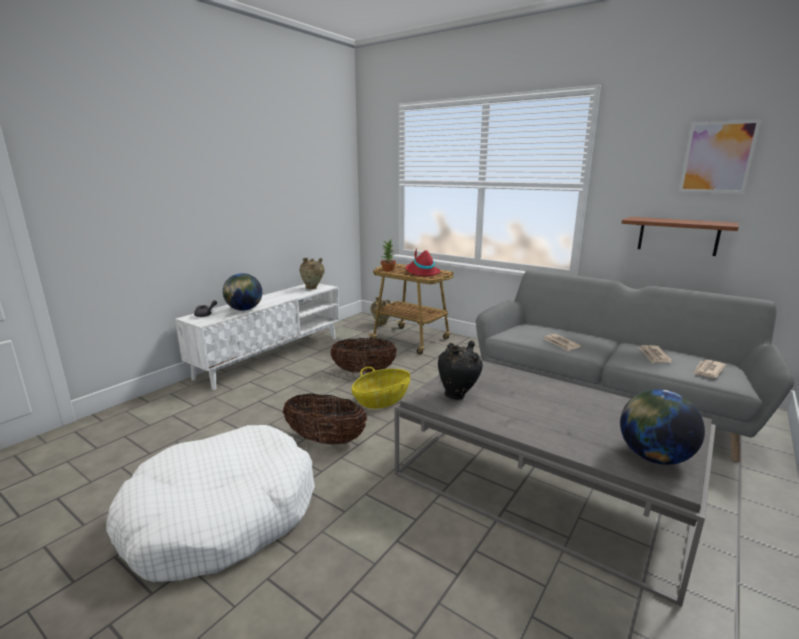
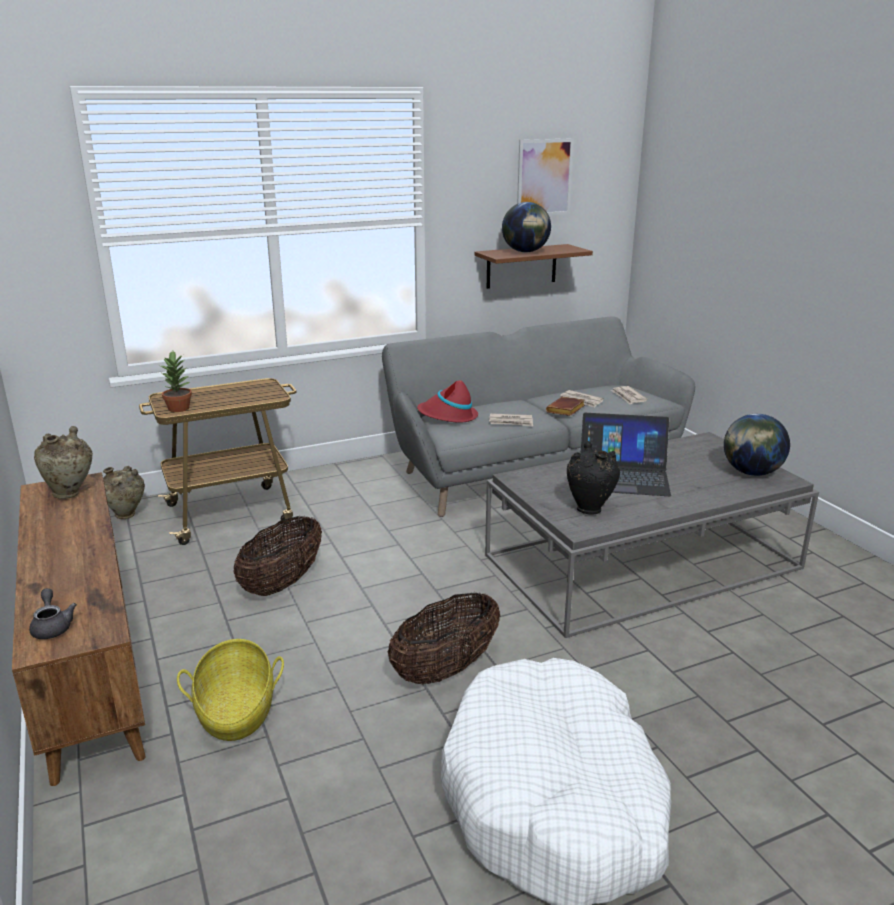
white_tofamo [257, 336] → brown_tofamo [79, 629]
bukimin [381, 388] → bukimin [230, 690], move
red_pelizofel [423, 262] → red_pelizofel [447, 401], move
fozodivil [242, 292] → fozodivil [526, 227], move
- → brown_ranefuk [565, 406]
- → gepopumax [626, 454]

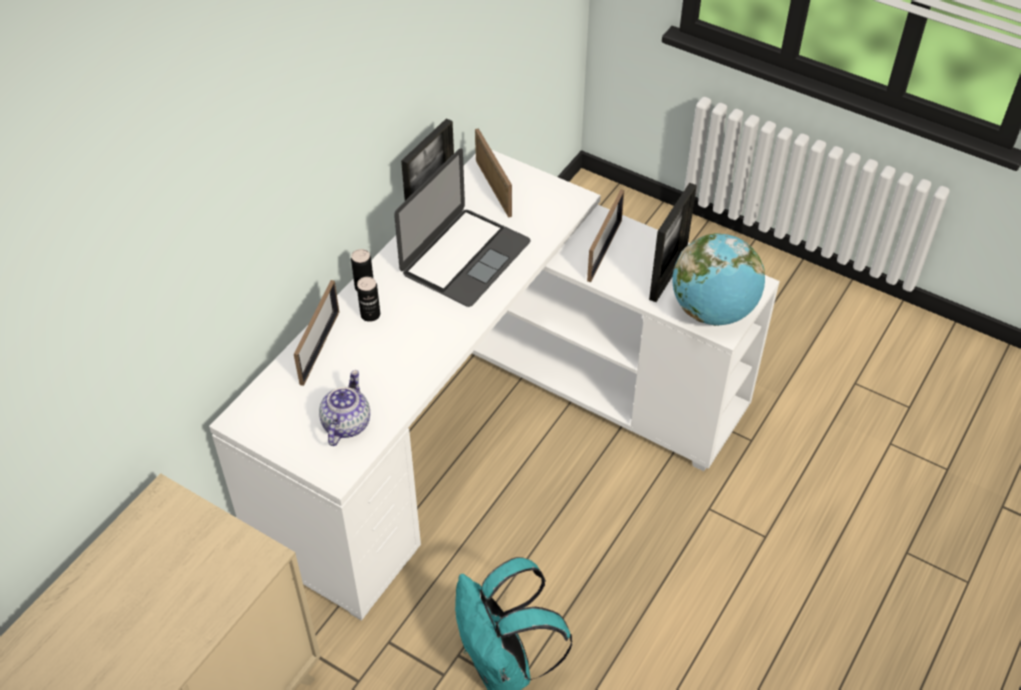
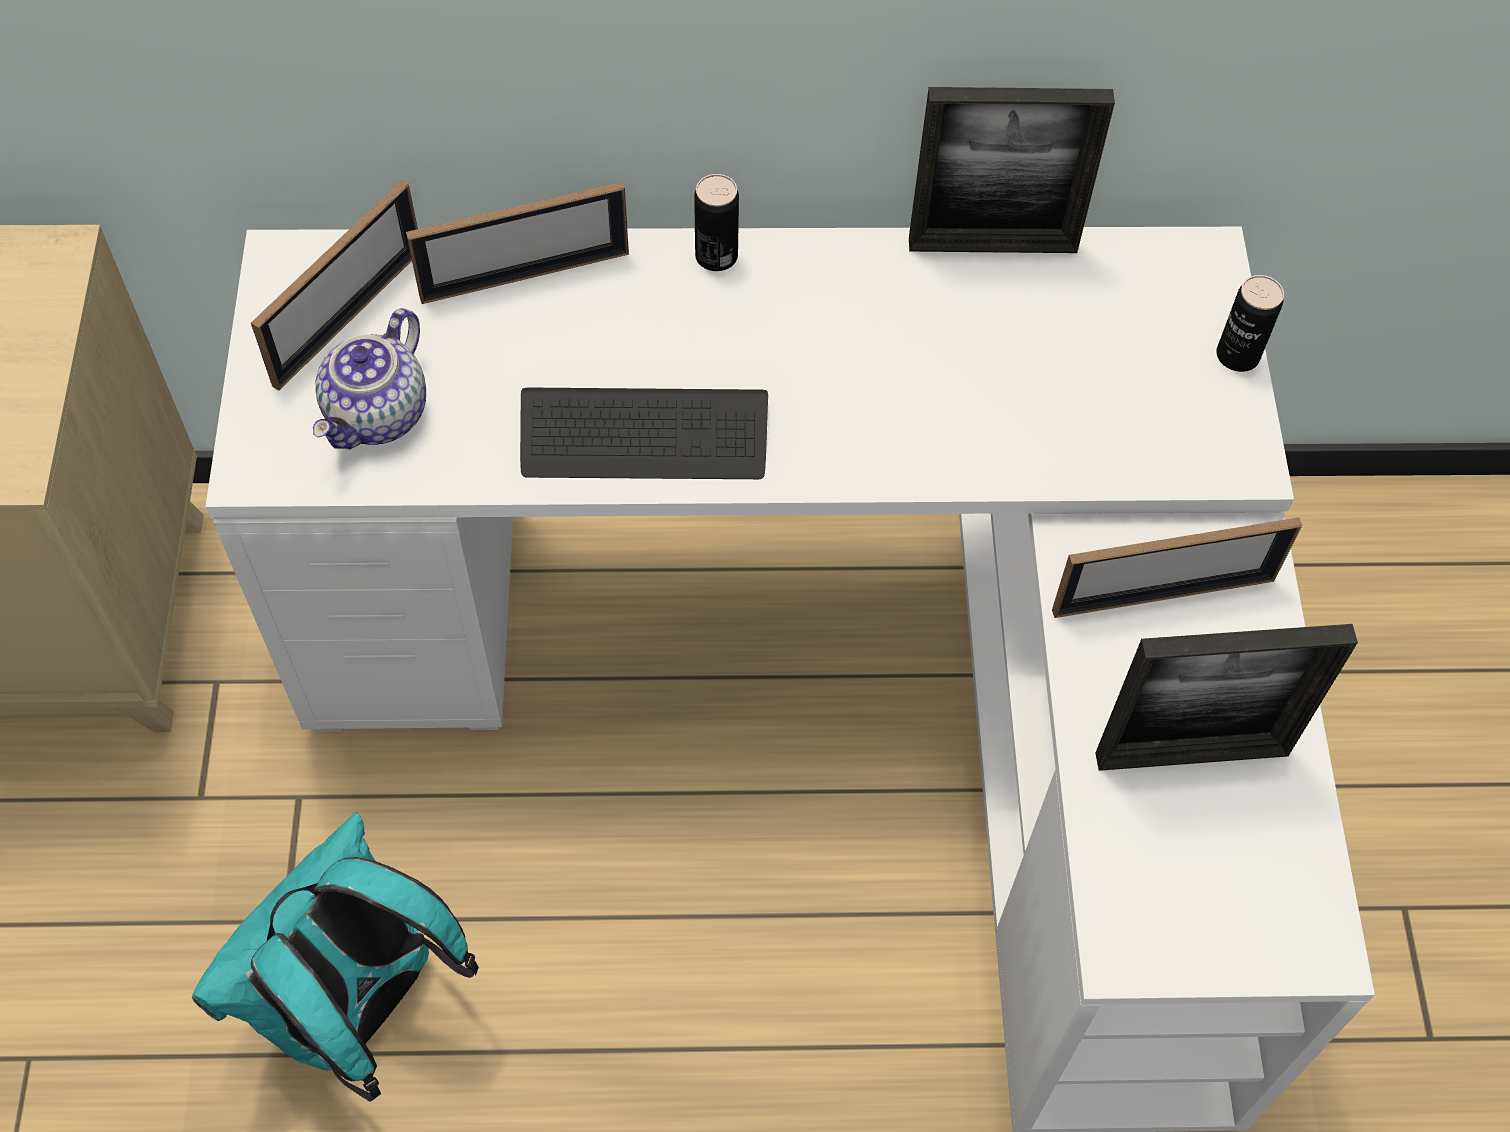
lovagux [493, 173] → lovagux [334, 285], move
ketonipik [344, 408] → ketonipik [369, 378], 135 degrees clockwise
- → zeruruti [644, 433]
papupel [368, 299] → papupel [1250, 323], move
gepopumax [462, 228] → -
fozodivil [719, 279] → -

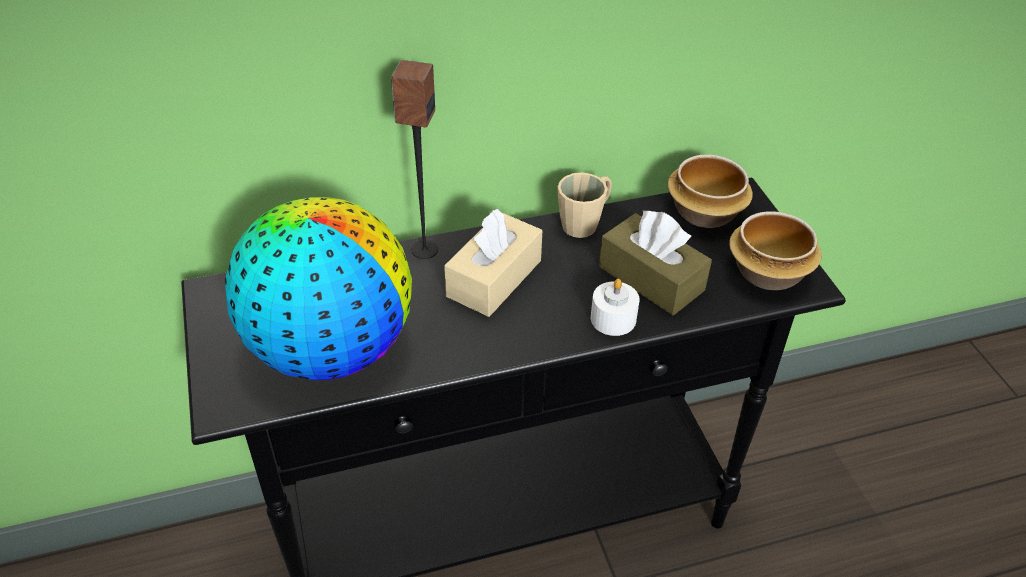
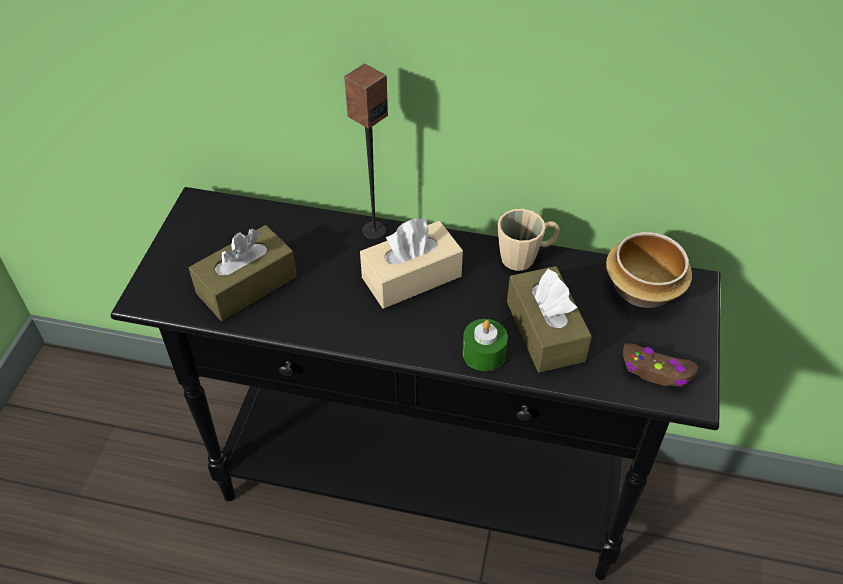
fozodivil [318, 288] → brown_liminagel [243, 273]
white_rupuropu [615, 307] → green_rupuropu [485, 345]
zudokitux [775, 250] → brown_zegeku [660, 365]

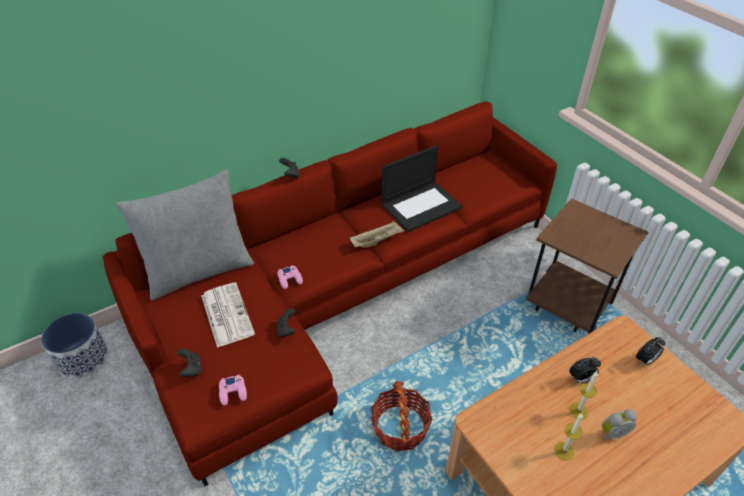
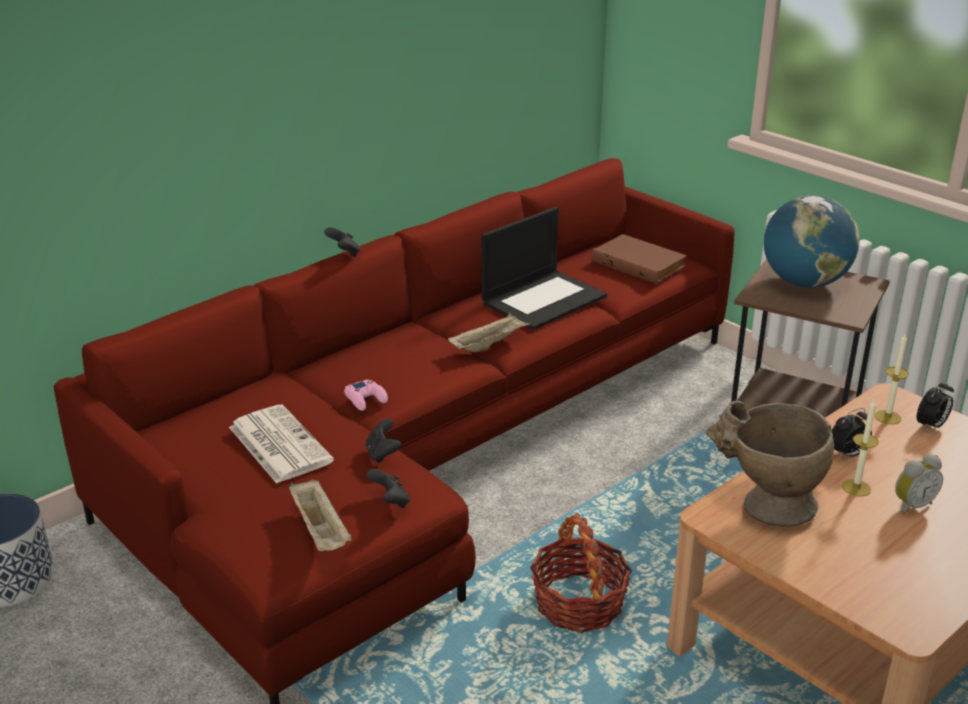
pink_zegeku [233, 390] → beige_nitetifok [320, 515]
black_zegeku [189, 363] → black_zegeku [388, 488], move
- → brown_ranefuk [639, 259]
- → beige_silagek [770, 463]
- → fozodivil [811, 241]
rupuropu [568, 437] → rupuropu [892, 379], move
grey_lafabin [185, 234] → -

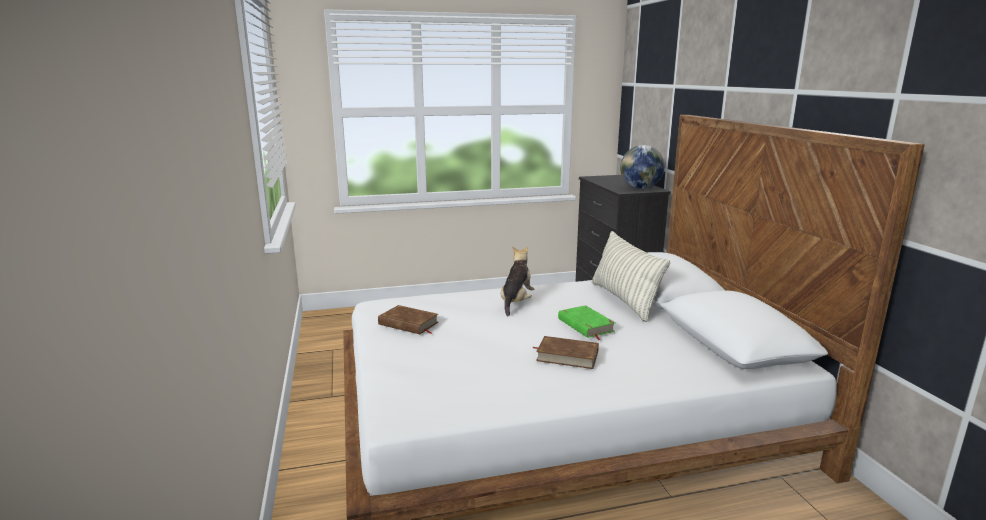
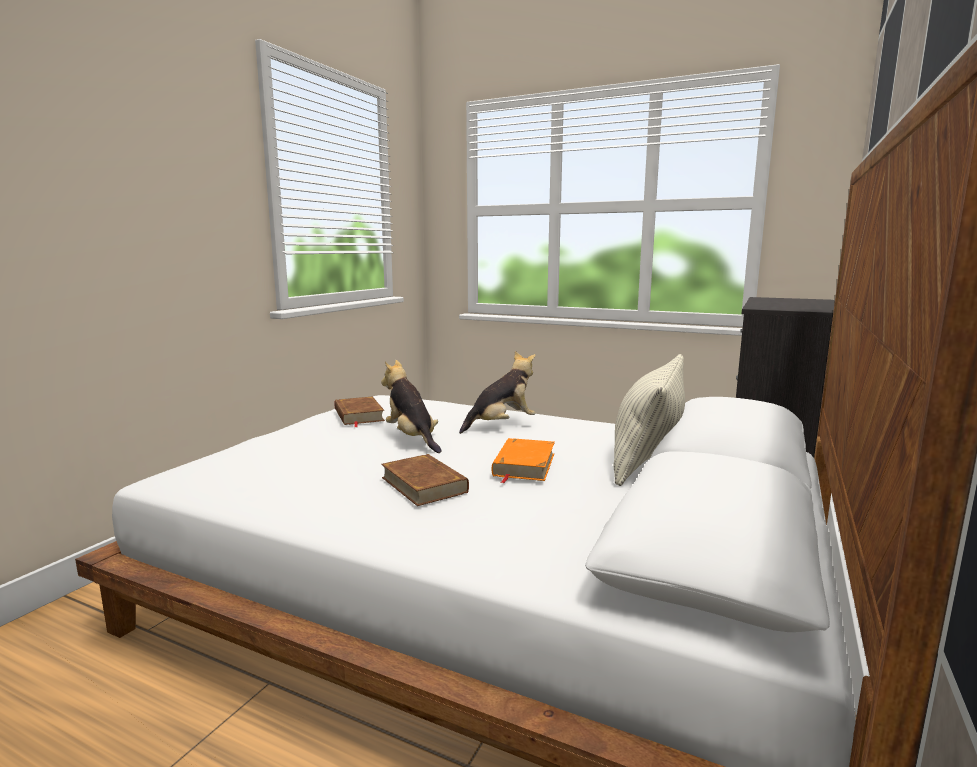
- → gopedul [411, 406]
green_ranefuk [586, 322] → orange_ranefuk [523, 460]
fozodivil [642, 167] → -

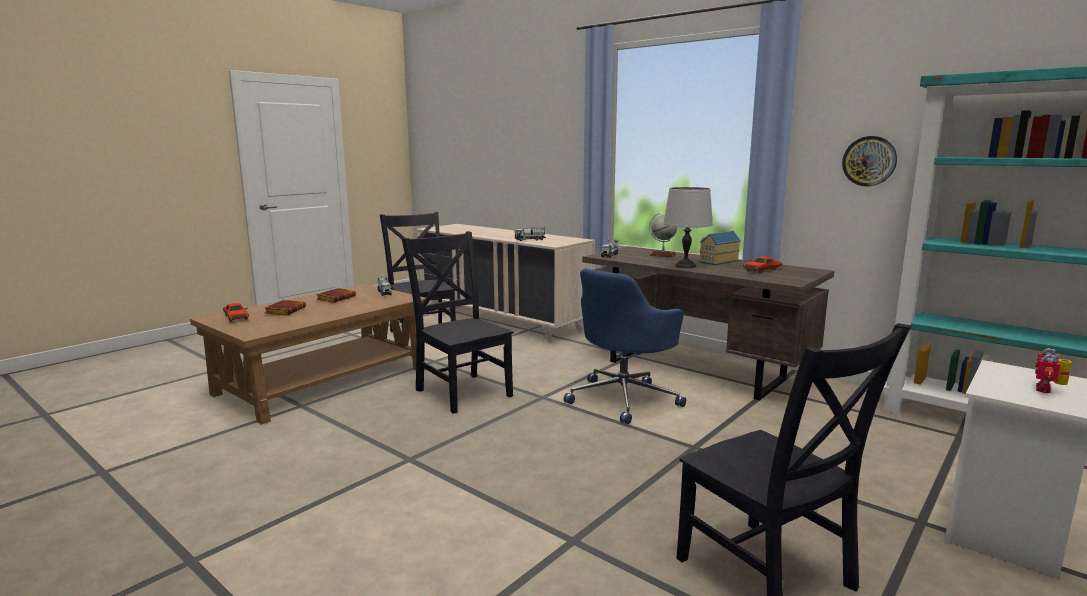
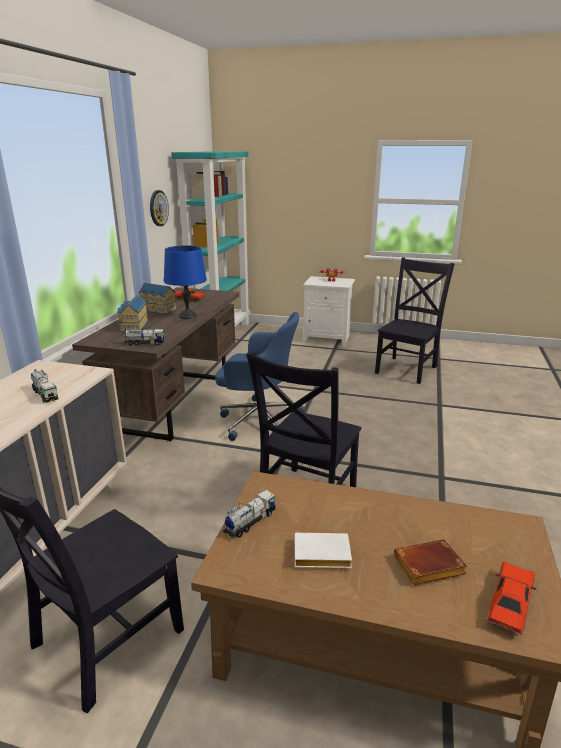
fozodivil [663, 235] → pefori [132, 313]
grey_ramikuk [688, 227] → blue_ramikuk [185, 282]
brown_ranefuk [336, 295] → white_ranefuk [323, 550]

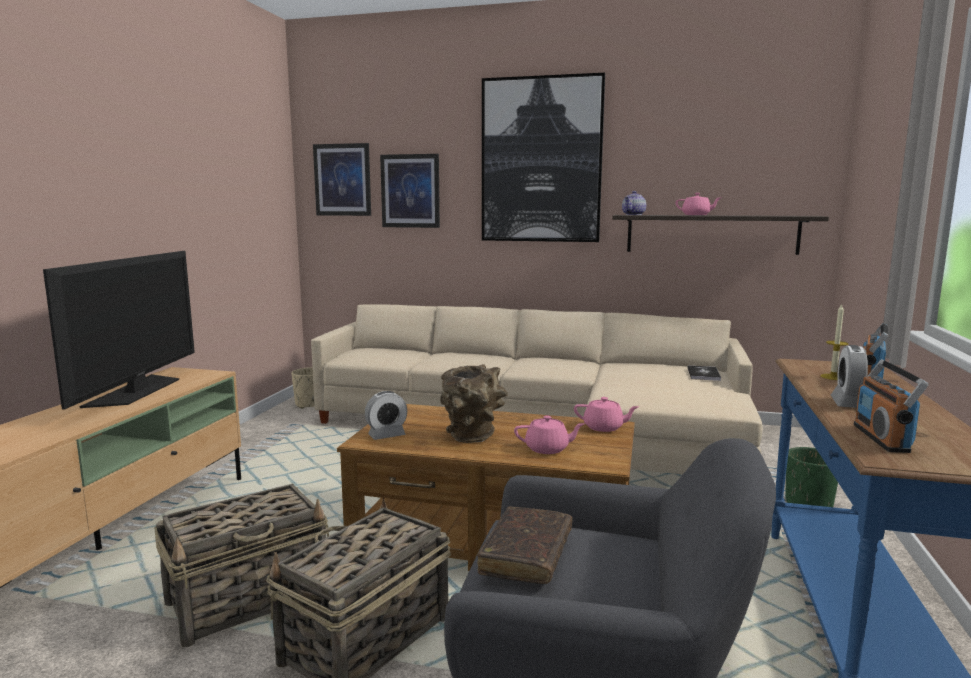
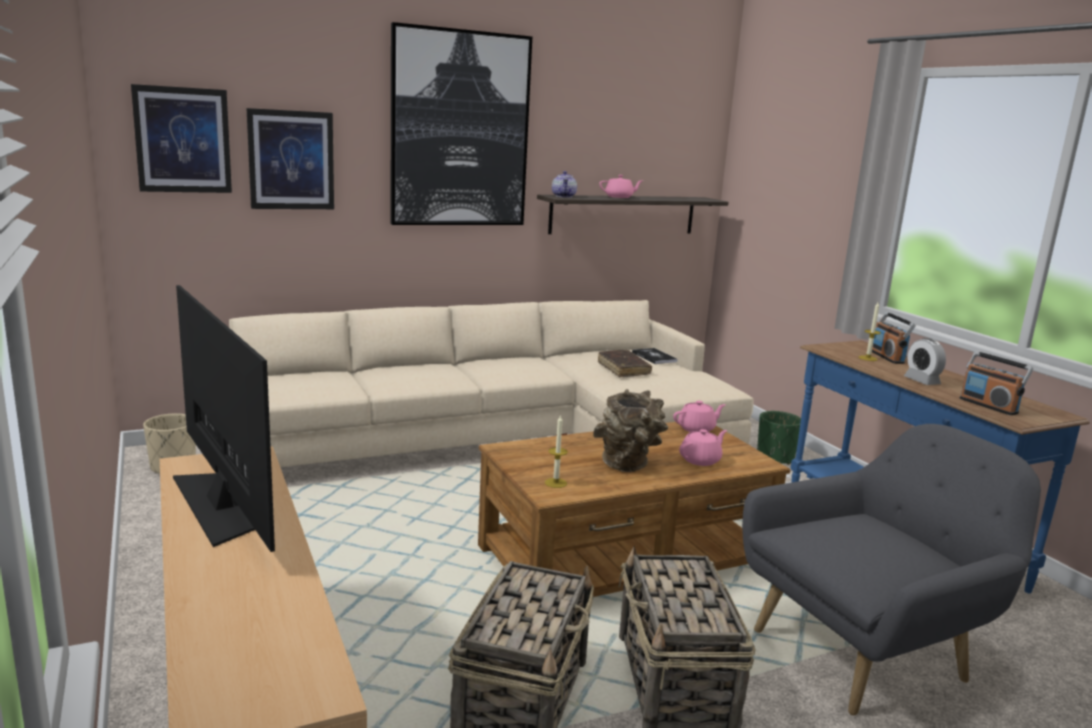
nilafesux [386, 415] → rupuropu [556, 451]
brown_ranefuk [524, 545] → brown_ranefuk [625, 363], move

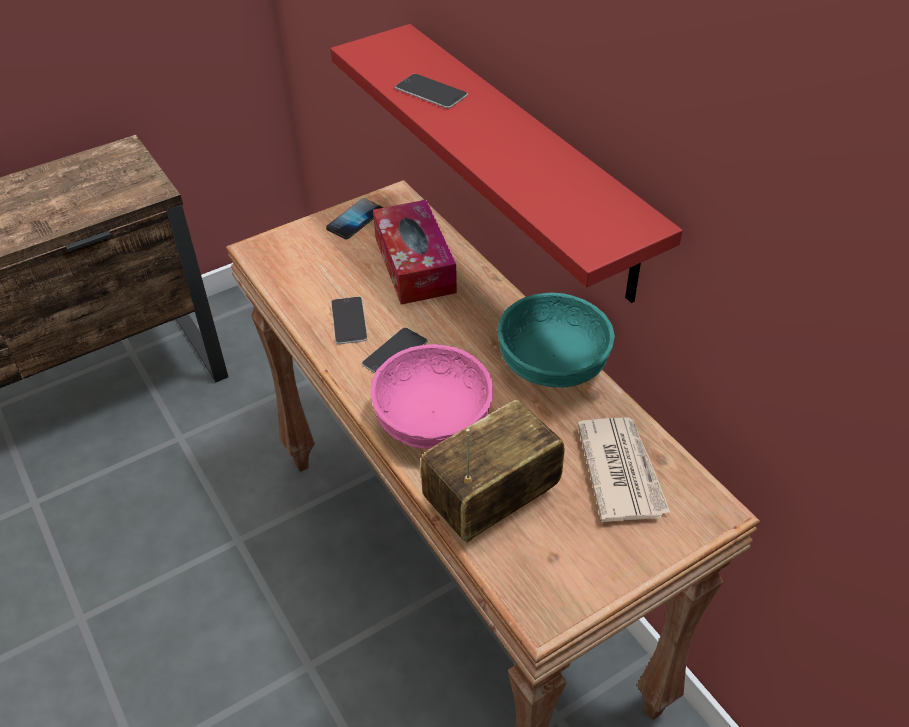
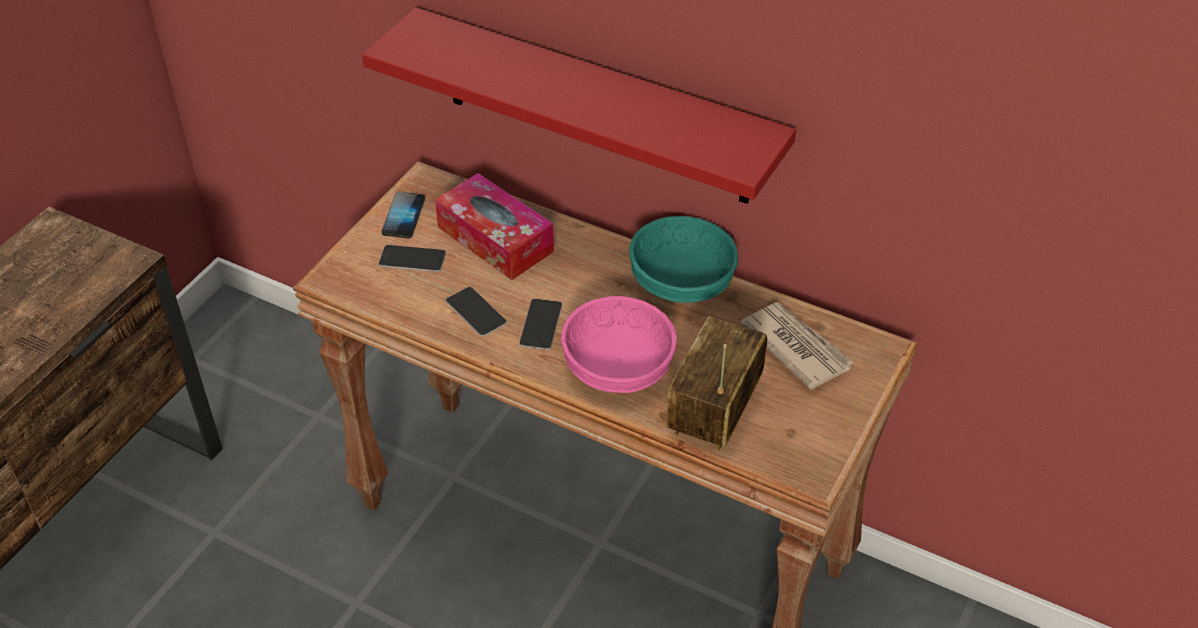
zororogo [431, 91] → zororogo [412, 258], move

